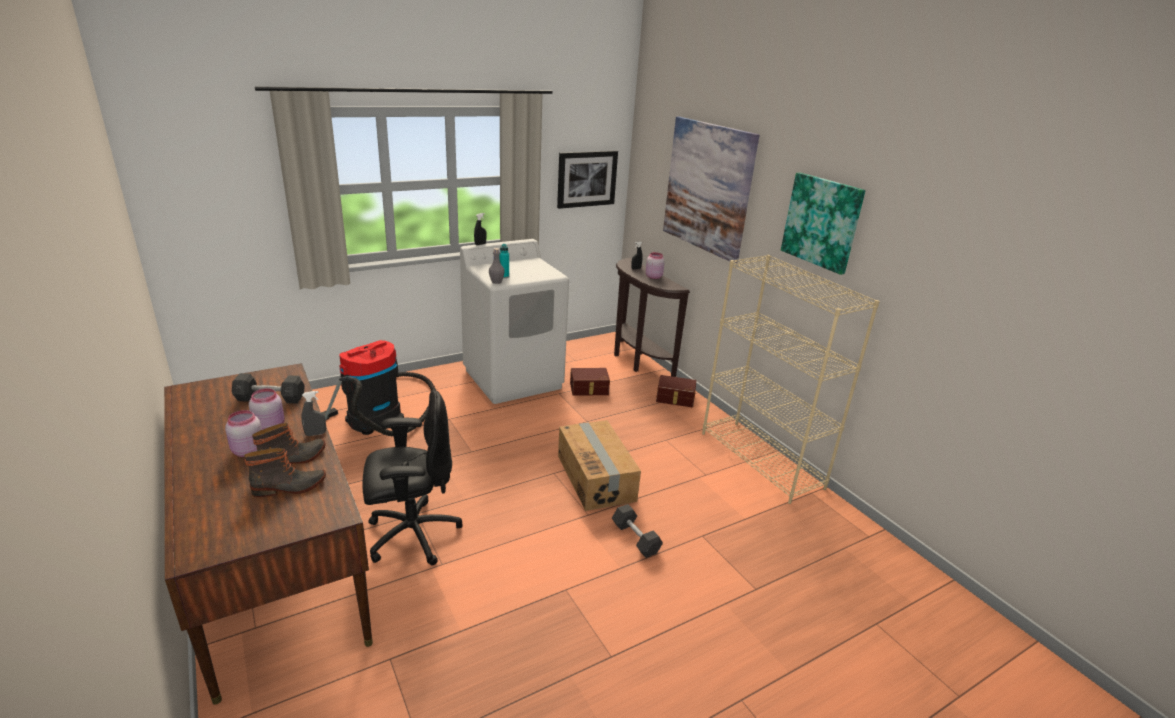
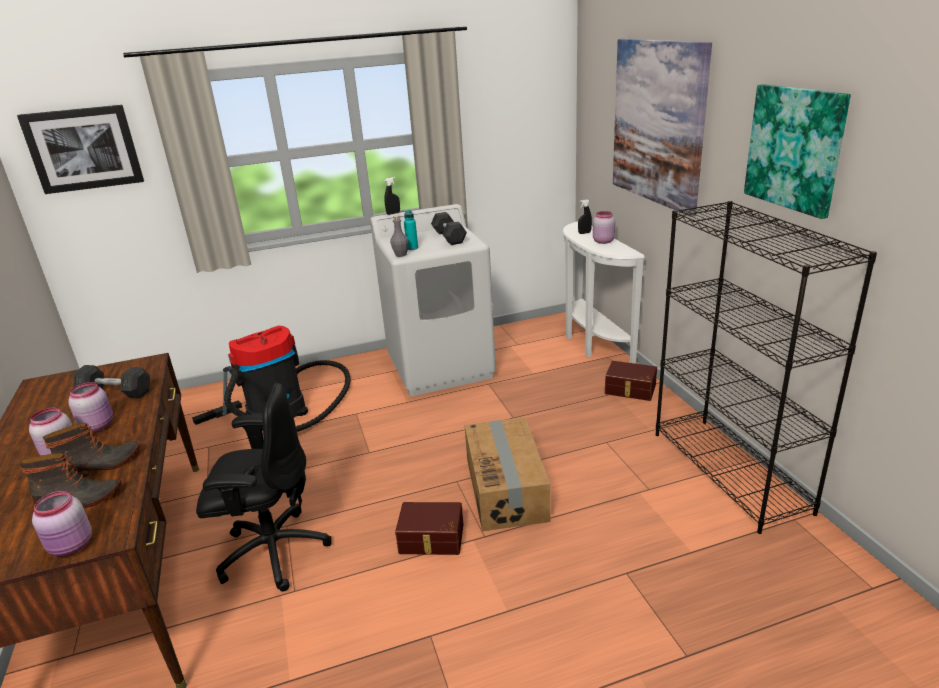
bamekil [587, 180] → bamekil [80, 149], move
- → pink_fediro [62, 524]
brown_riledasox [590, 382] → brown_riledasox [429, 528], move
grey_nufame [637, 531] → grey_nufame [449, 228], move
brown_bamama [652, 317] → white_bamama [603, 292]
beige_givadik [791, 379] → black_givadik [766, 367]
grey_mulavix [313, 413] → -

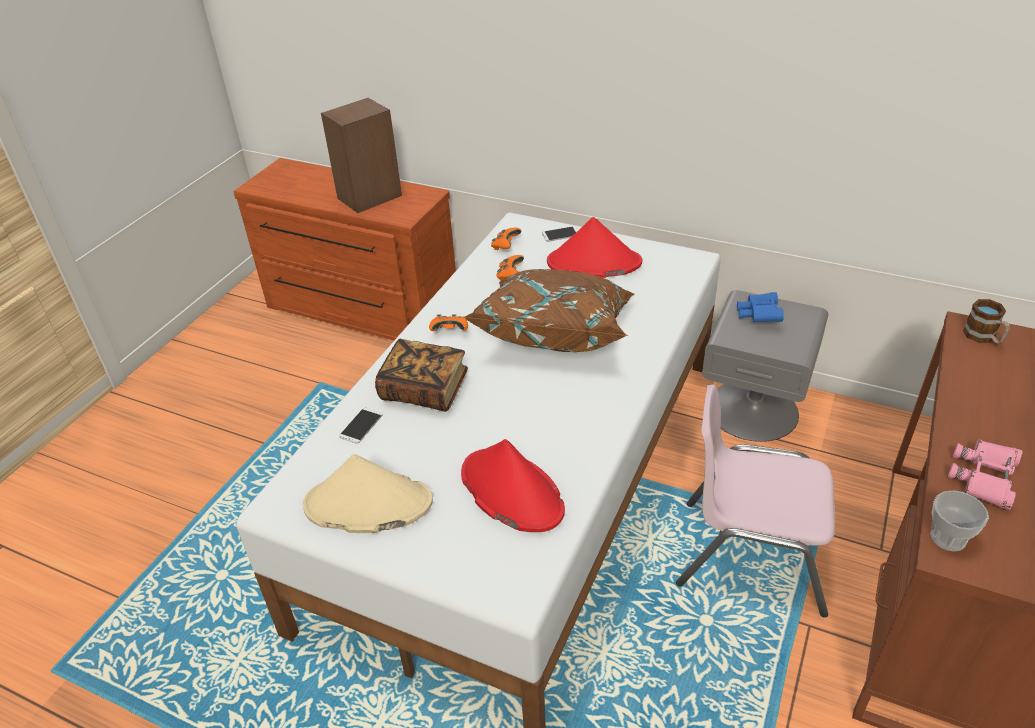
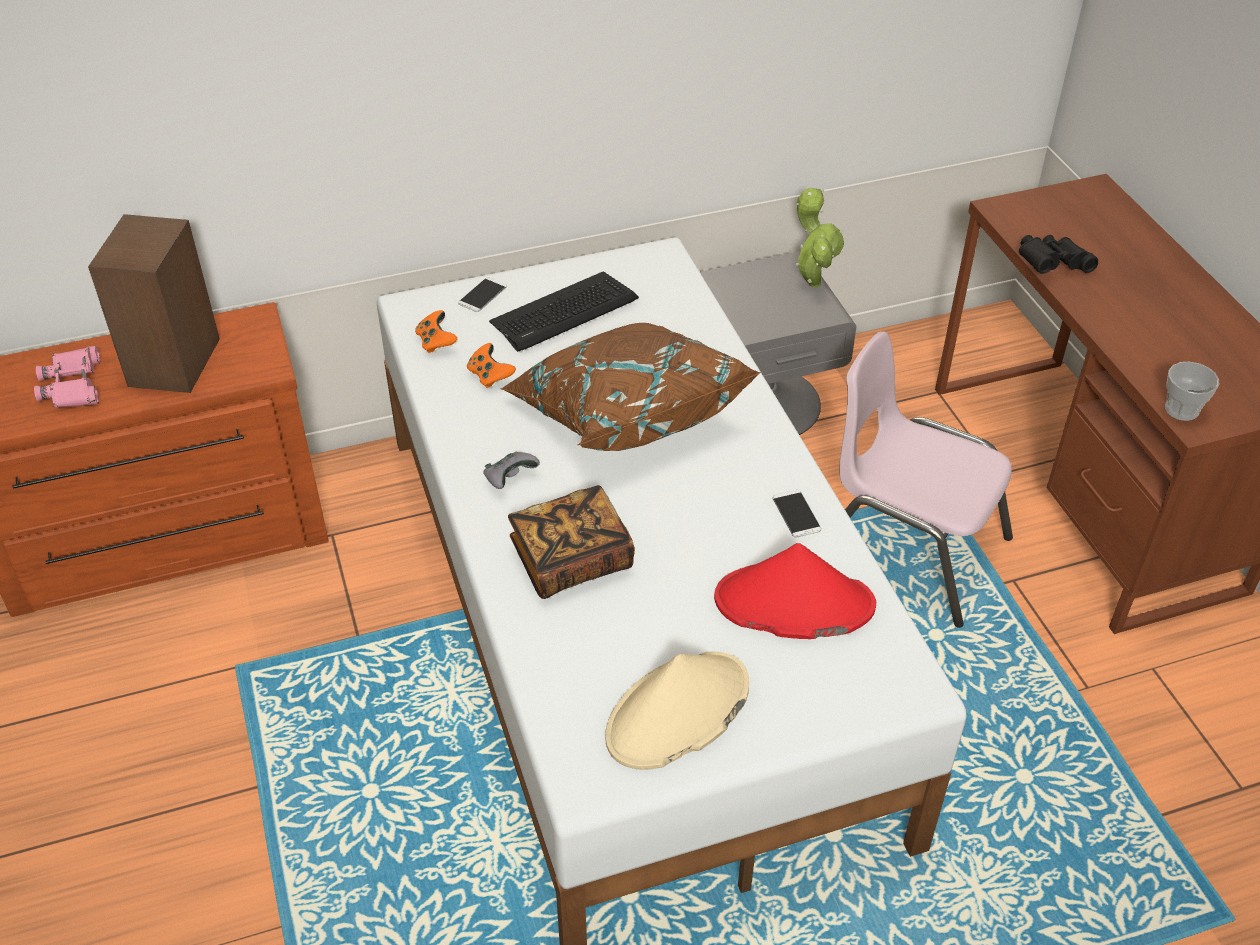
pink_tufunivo [985, 475] → pink_tufunivo [67, 377], move
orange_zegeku [448, 322] → grey_zegeku [511, 470]
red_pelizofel [594, 247] → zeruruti [564, 311]
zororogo [361, 426] → zororogo [797, 514], move
- → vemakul [819, 238]
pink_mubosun [755, 501] → pink_mubosun [926, 480], 60 degrees clockwise
- → black_tufunivo [1058, 254]
blue_tufunivo [760, 307] → -
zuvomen [986, 321] → -

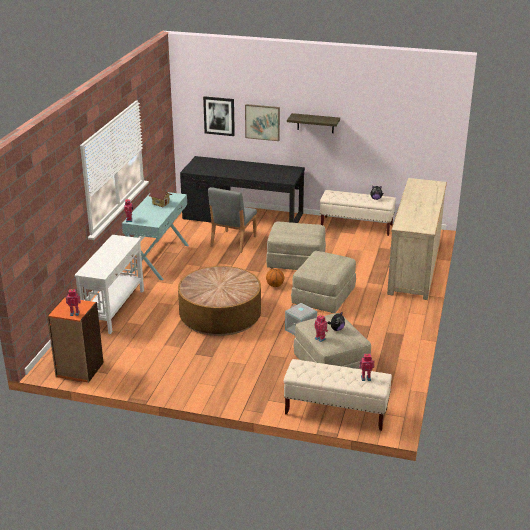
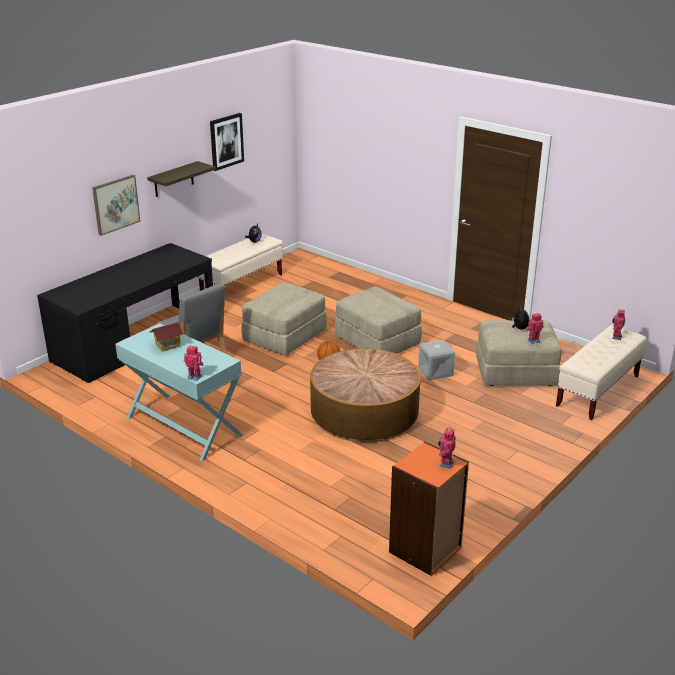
bamekil [219, 116] → bamekil [227, 142], move
white_bamama [109, 284] → -
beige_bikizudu [417, 239] → -

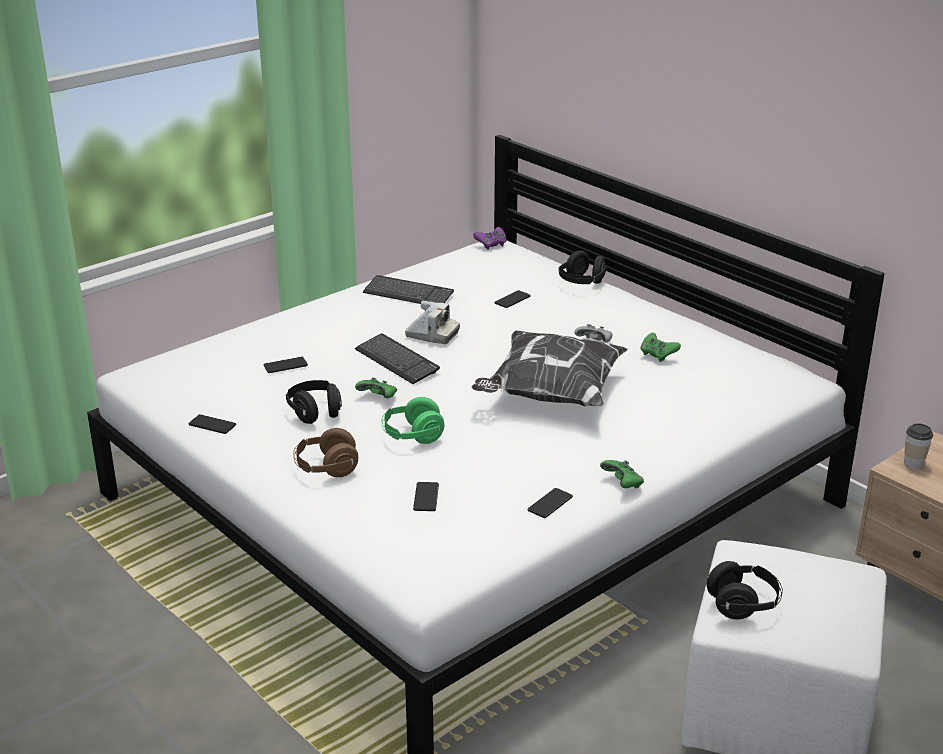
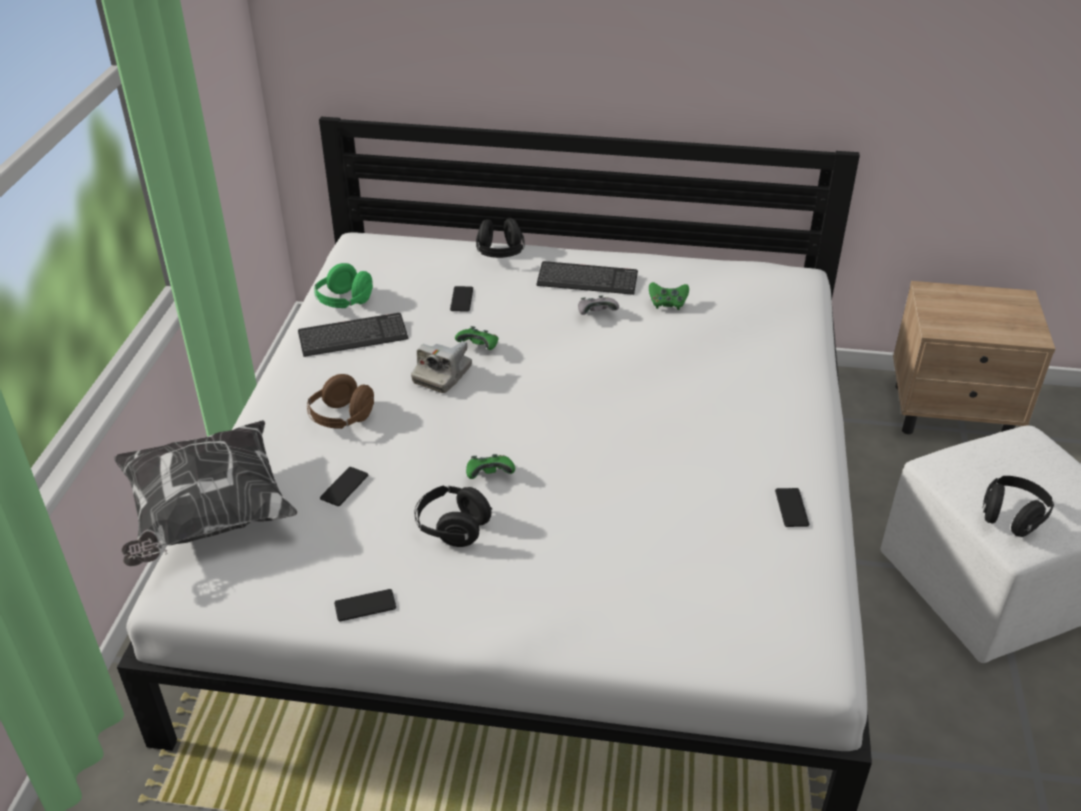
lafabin [550, 368] → lafabin [206, 493], move
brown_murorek [325, 452] → brown_murorek [340, 401], move
green_murorek [413, 420] → green_murorek [343, 285], move
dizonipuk [432, 322] → dizonipuk [441, 367], 135 degrees clockwise
green_zegeku [622, 474] → green_zegeku [476, 338], move
zeruruti [397, 358] → zeruruti [587, 278], move
zororogo [426, 496] → -
purple_zegeku [489, 238] → -
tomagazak [918, 446] → -

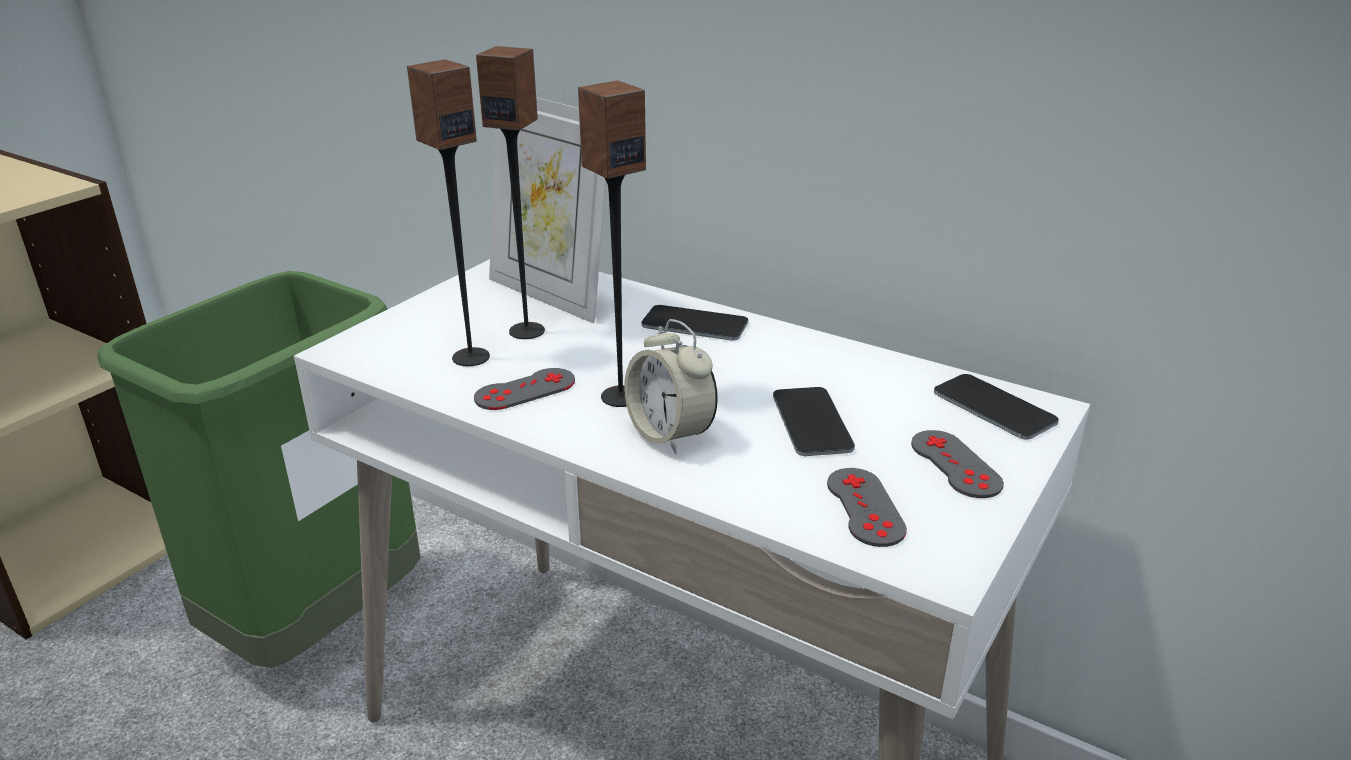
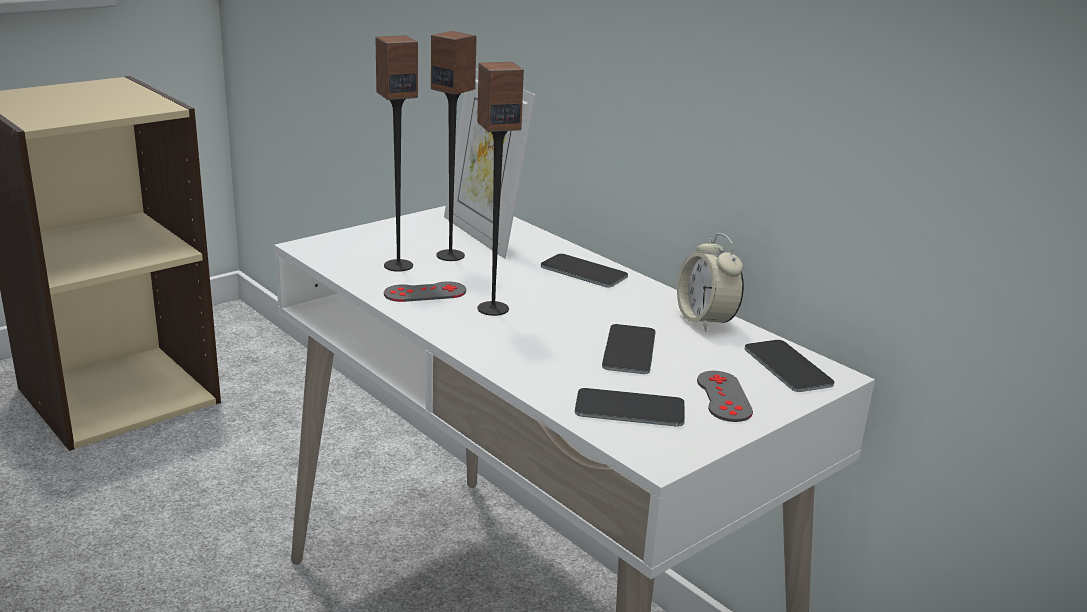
grey_zegeku [867, 507] → zororogo [630, 407]
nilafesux [671, 386] → nilafesux [710, 282], move
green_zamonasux [259, 469] → -

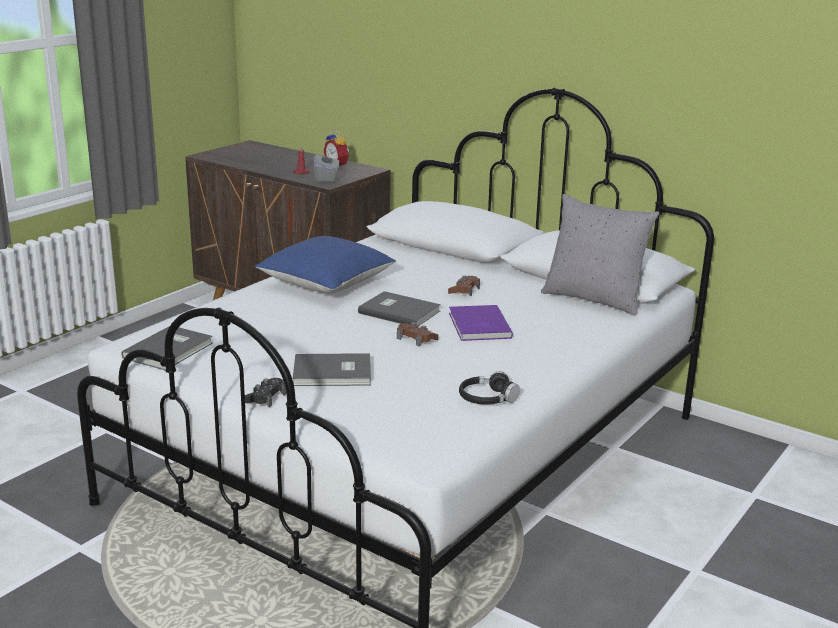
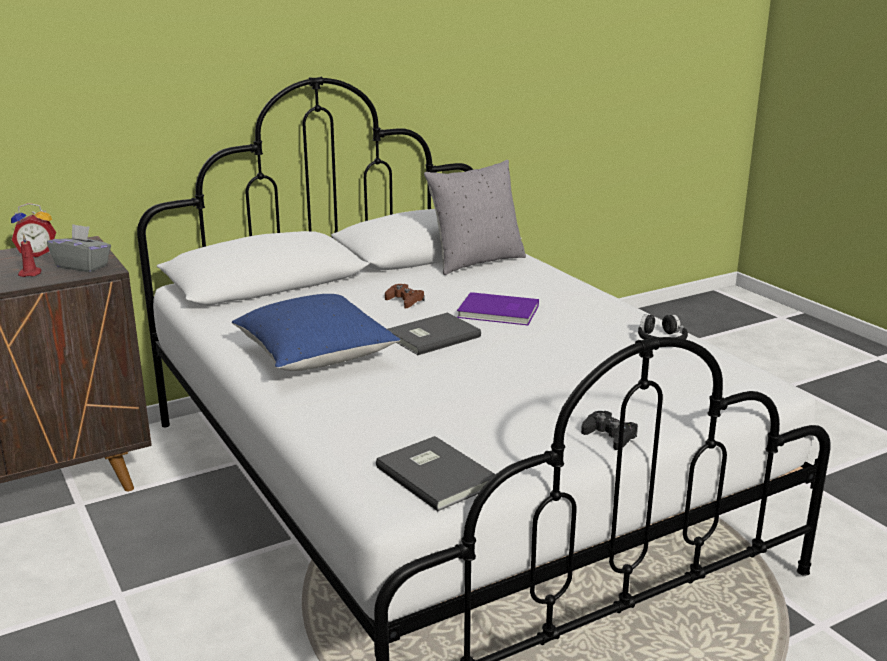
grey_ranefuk [332, 369] → -
brown_zegeku [417, 334] → -

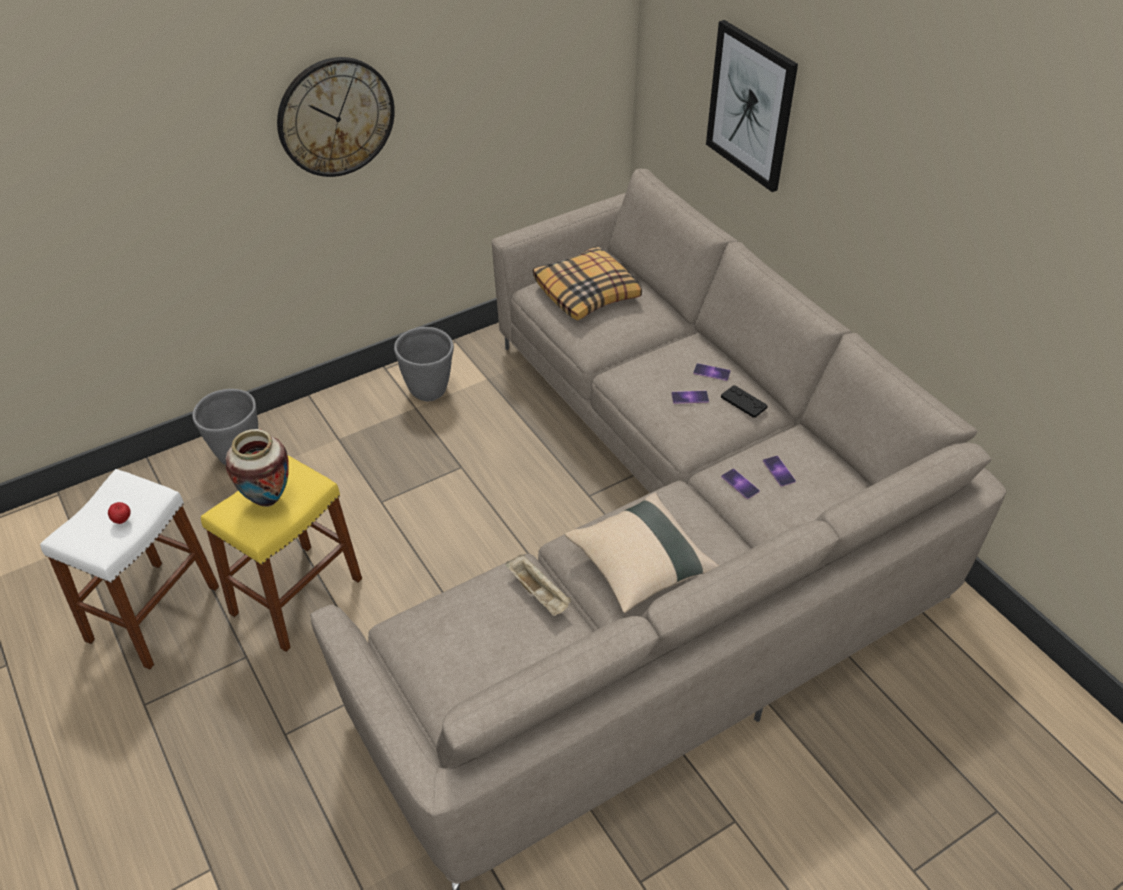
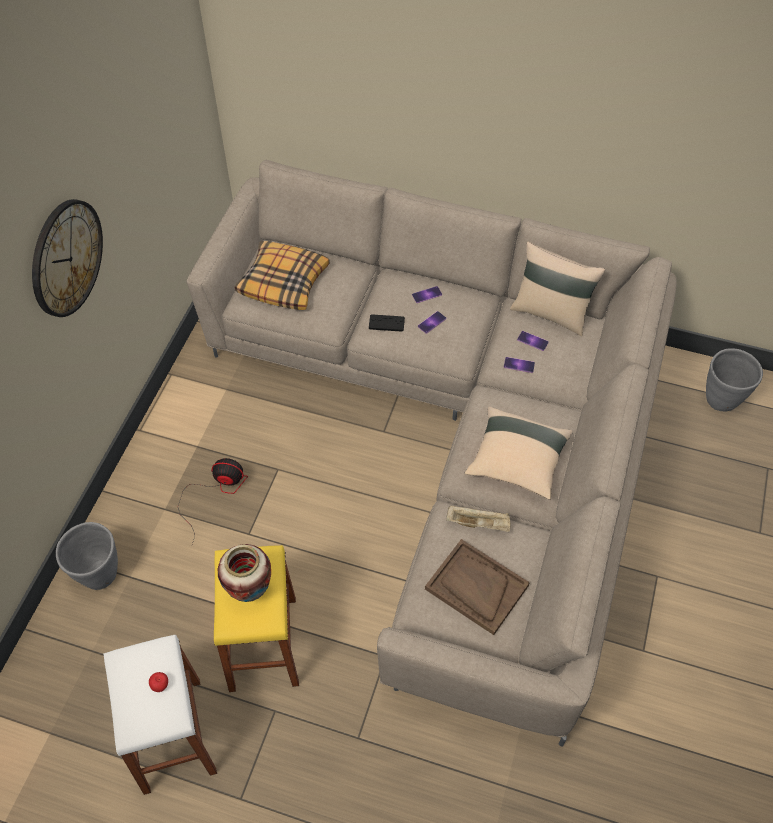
- → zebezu [213, 501]
black_zegeku [744, 401] → black_zegeku [387, 323], move
- → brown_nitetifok [477, 587]
- → beige_lafabin [557, 289]
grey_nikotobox [424, 364] → grey_nikotobox [734, 379], move
bamekil [752, 106] → -

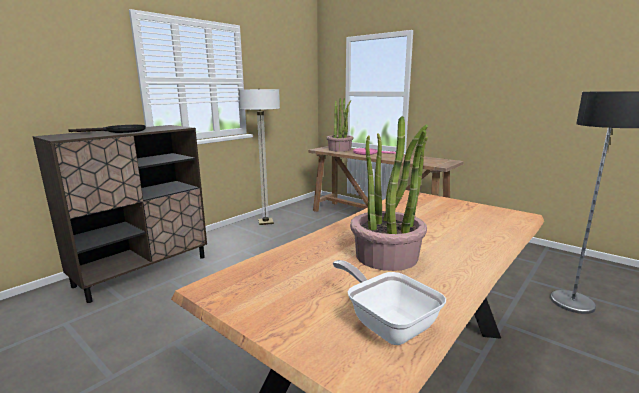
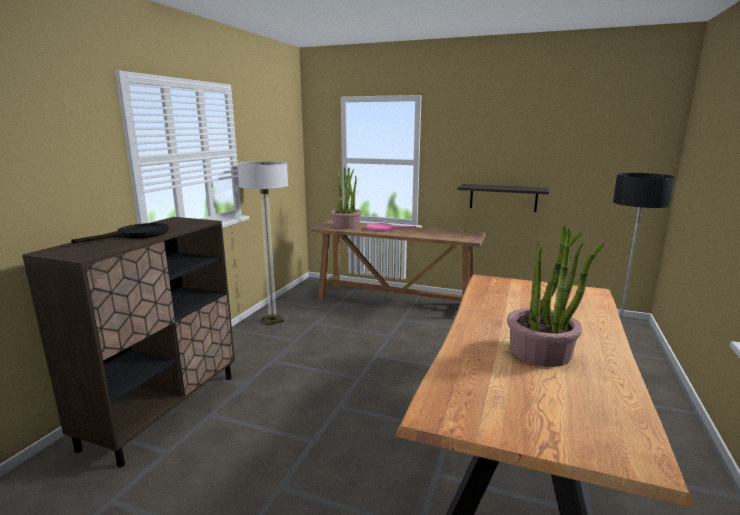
- → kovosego [503, 198]
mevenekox [389, 302] → -

